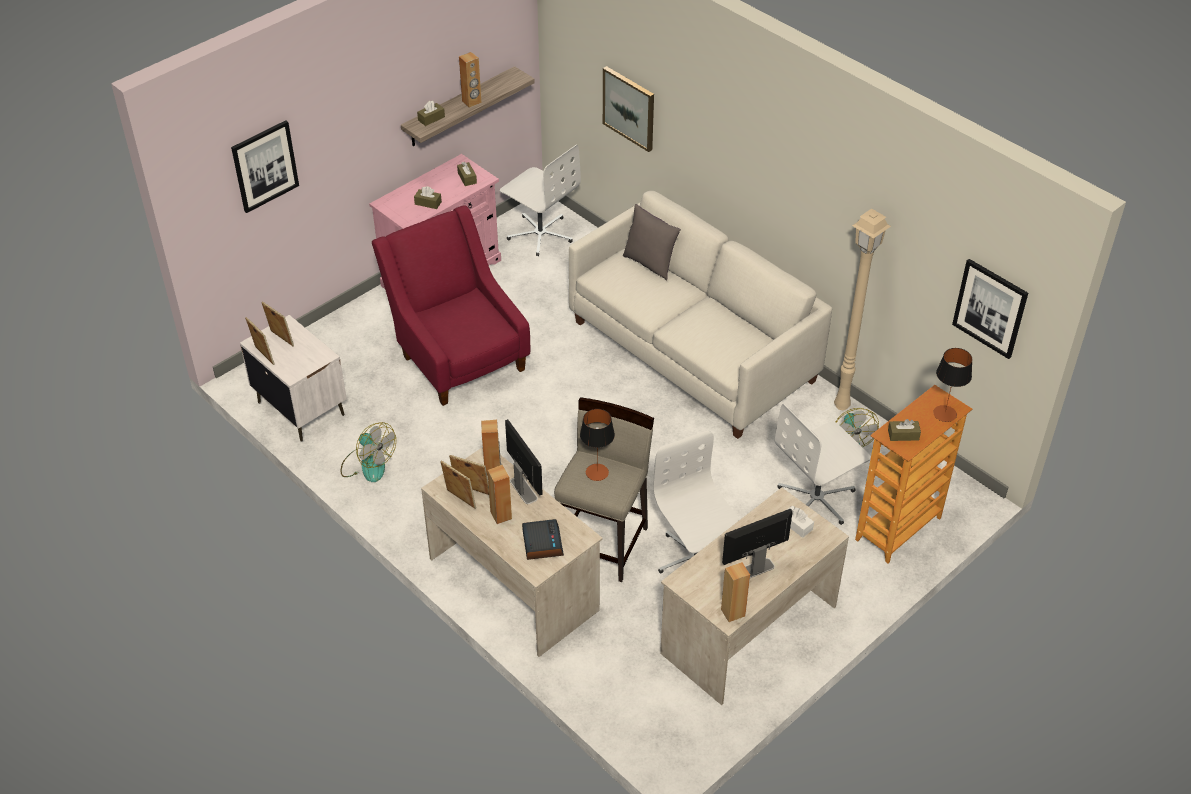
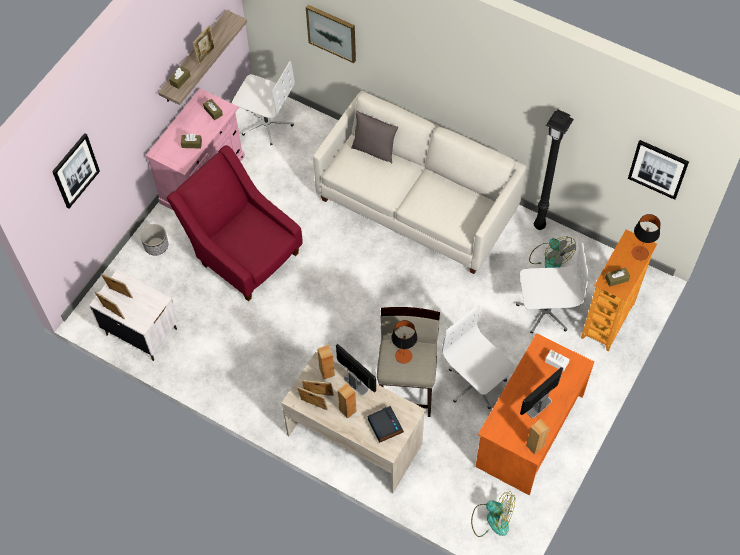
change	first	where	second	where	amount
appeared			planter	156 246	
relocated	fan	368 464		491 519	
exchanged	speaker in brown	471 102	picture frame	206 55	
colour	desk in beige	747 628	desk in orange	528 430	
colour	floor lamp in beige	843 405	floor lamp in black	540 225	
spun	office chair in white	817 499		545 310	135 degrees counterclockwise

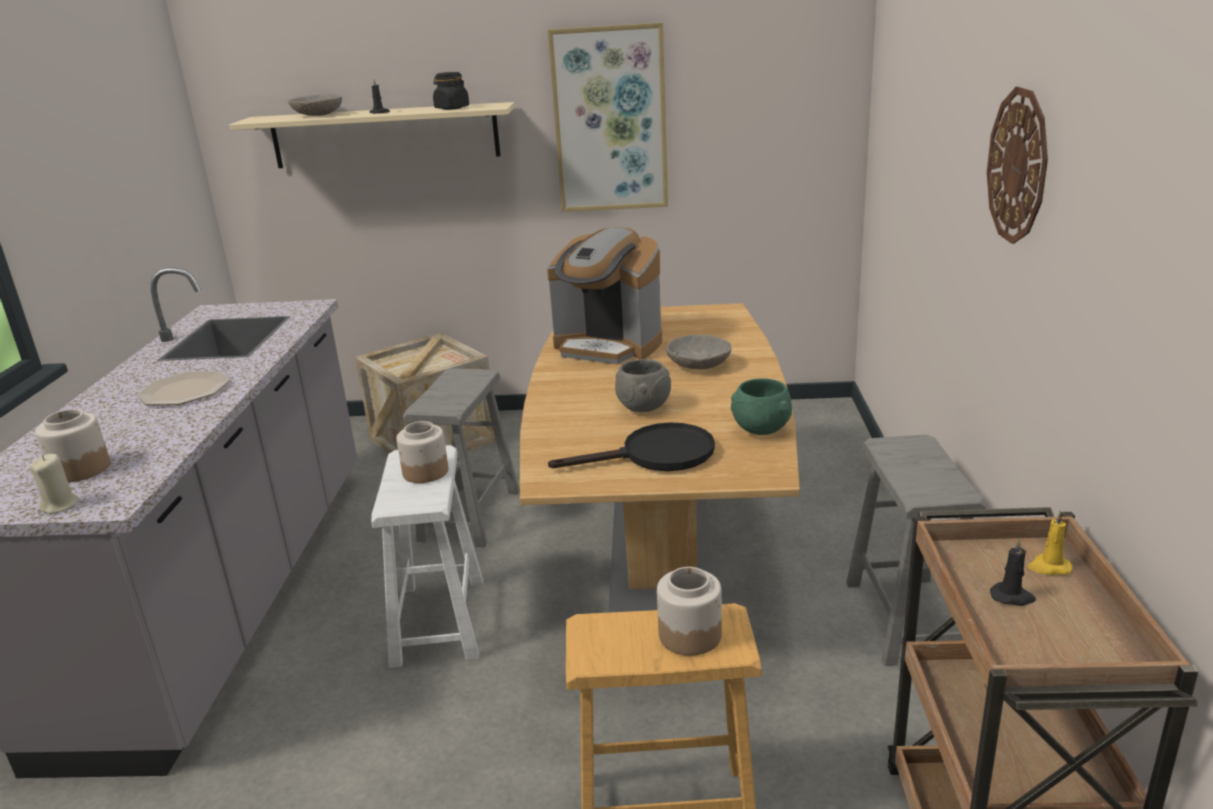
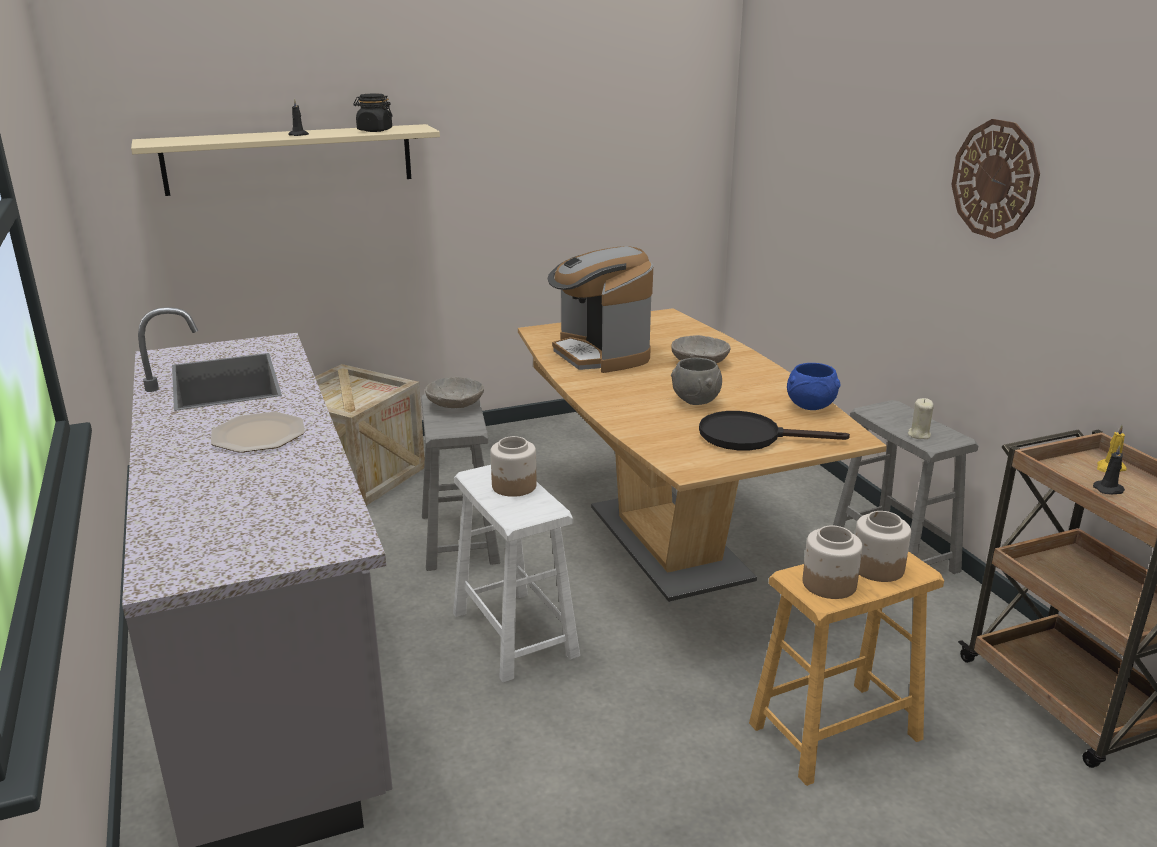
change	first	where	second	where	amount
missing	picture	610 120			
relocated	candle in beige	60 505		918 435	
relocated	jar	80 469		828 584	
relocated	bowl in grey	318 115		455 405	
colour	bowl in green	762 431	bowl in blue	811 408	
spun	coffee machine	608 346		600 354	60 degrees clockwise
spun	frying pan in black	655 455		751 436	135 degrees counterclockwise

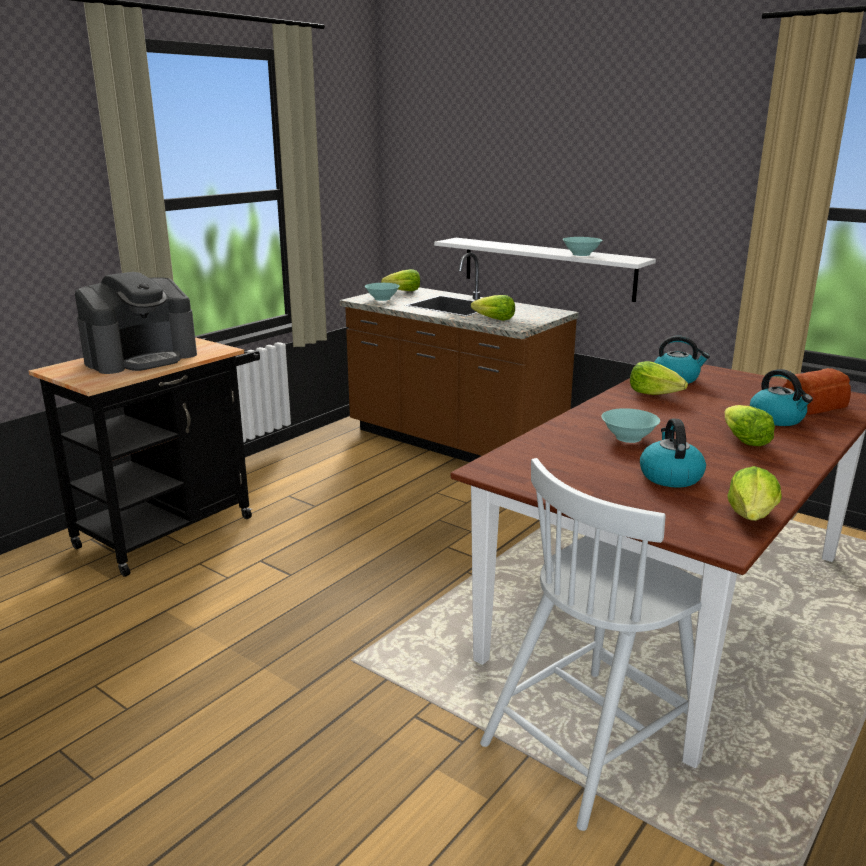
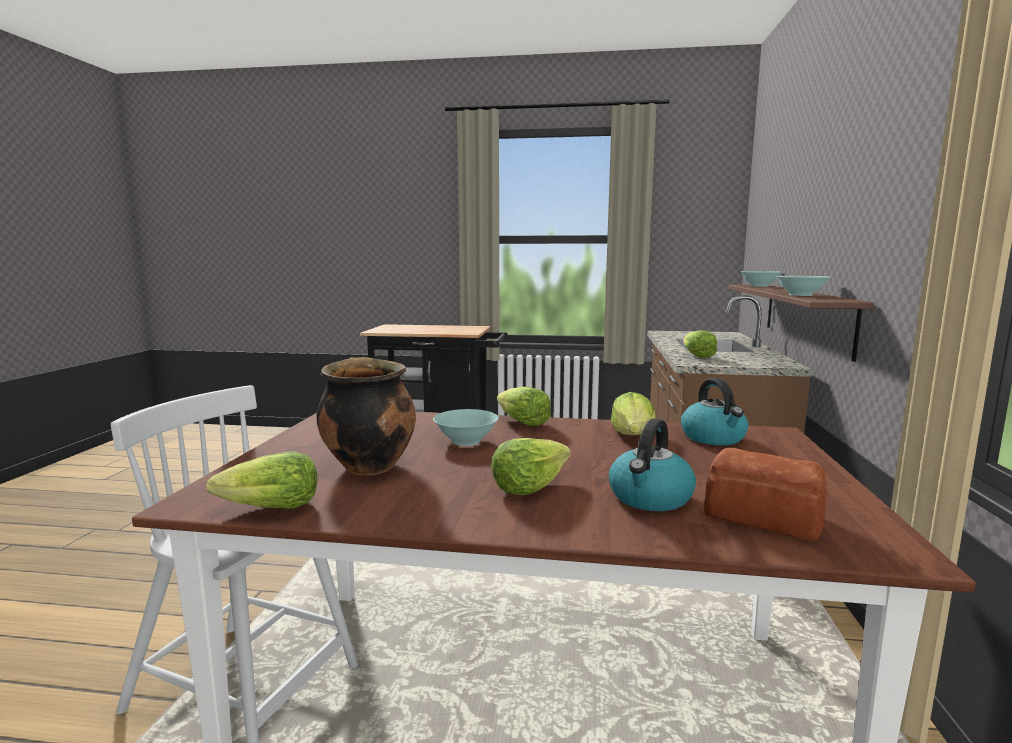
change	first	where	second	where	amount
missing	coffee machine	141 358			
relocated	bowl in turquoise	382 299		759 286	
relocated	lettuce	403 291		521 422	
exchanged	kettle	670 476	cooking pot	368 465	
colour	shelf in white	546 268	shelf in brown	806 316	

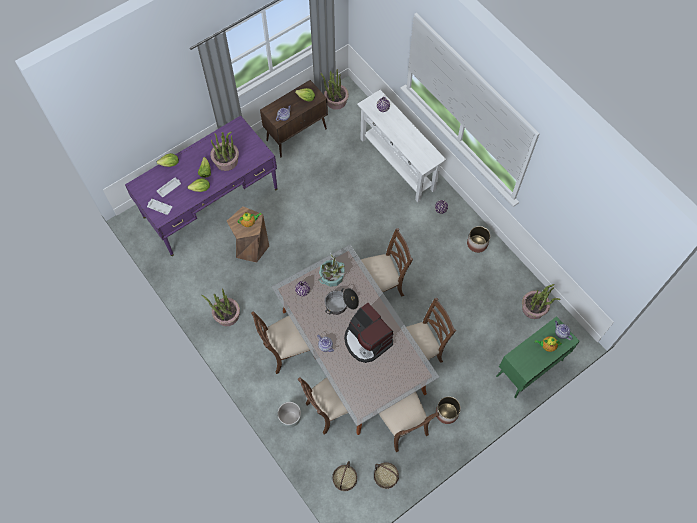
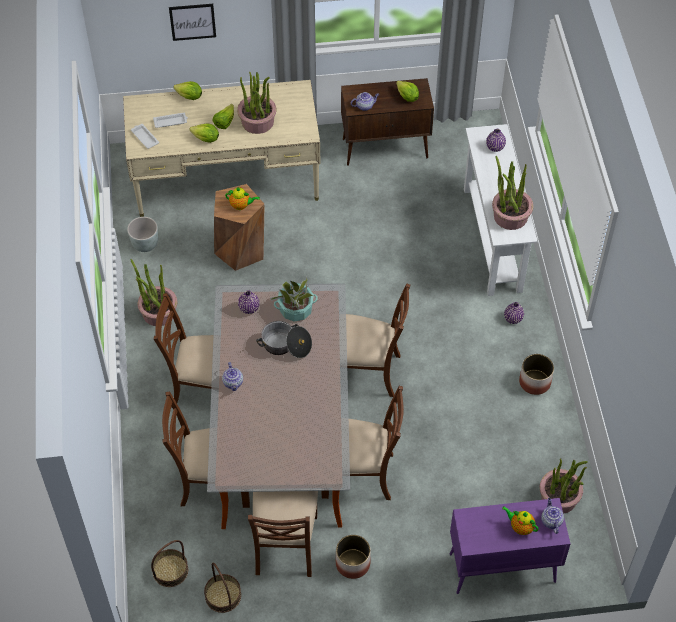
change	first	where	second	where	amount
missing	coffee machine	367 340			
appeared			picture	192 21	
relocated	planter in grey	290 418		145 244	
relocated	potted plant	336 101		510 216	
colour	desk in purple	210 203	desk in beige	226 179	
colour	cabinet in green	529 369	cabinet in purple	501 568	

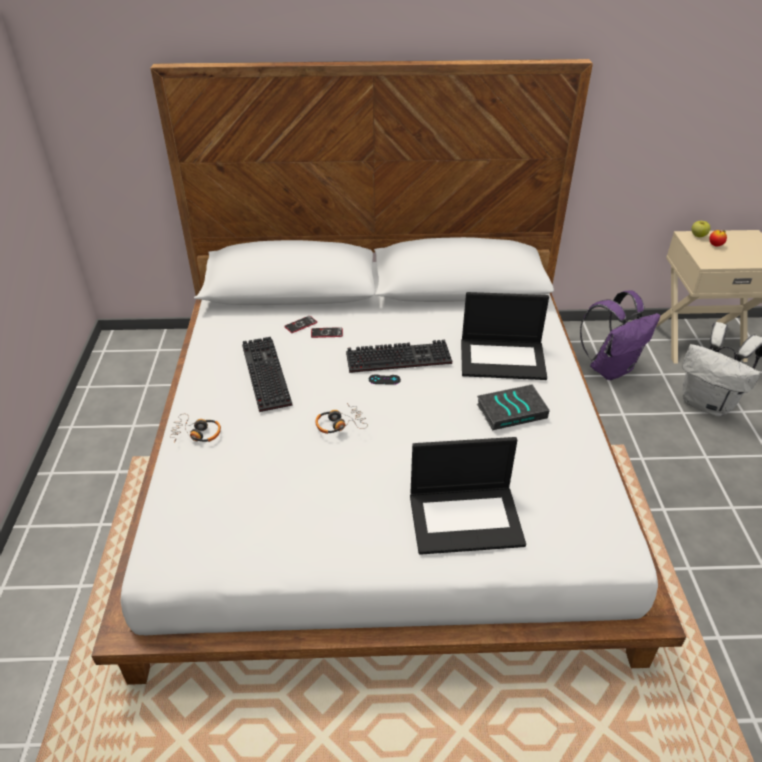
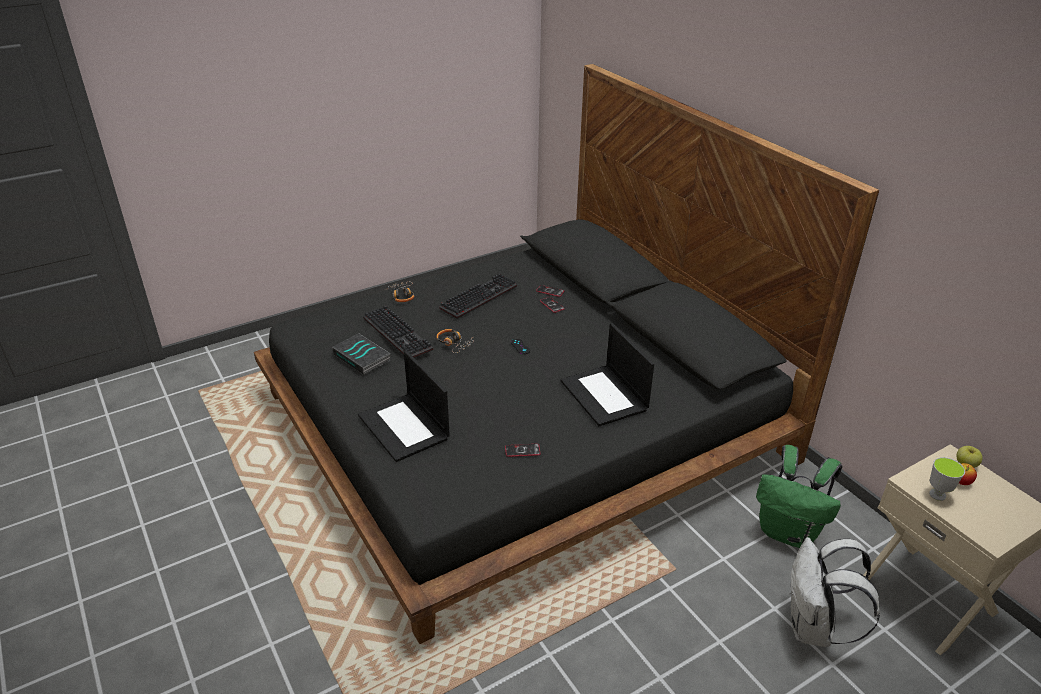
change	first	where	second	where	amount
appeared			phone	522 451	
appeared			cup	937 495	
relocated	keyboard	400 357		399 334	
relocated	book	512 410		363 357	
colour	bed in white	381 463	bed in black	520 425	
colour	backpack in purple	611 368	backpack in green	788 532	

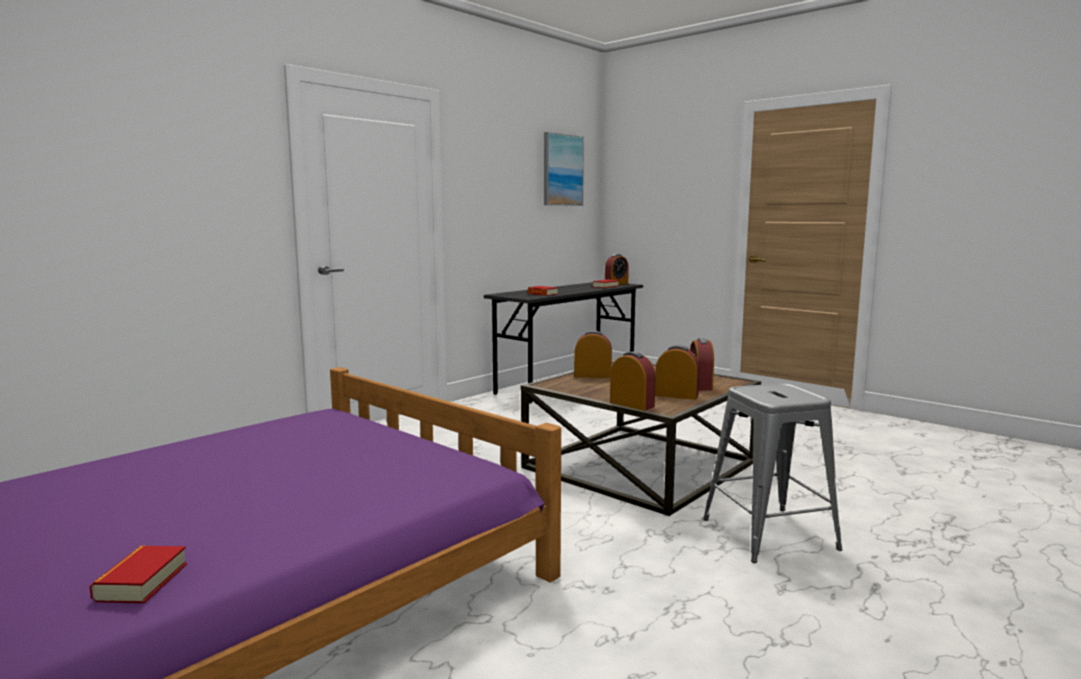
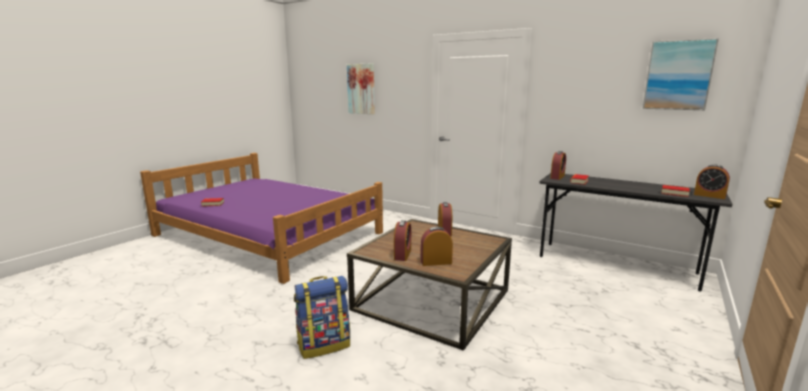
change	first	where	second	where	amount
appeared			picture	361 89	
relocated	alarm clock	632 404		557 177	
exchanged	stool in grey	769 534	backpack	324 344	

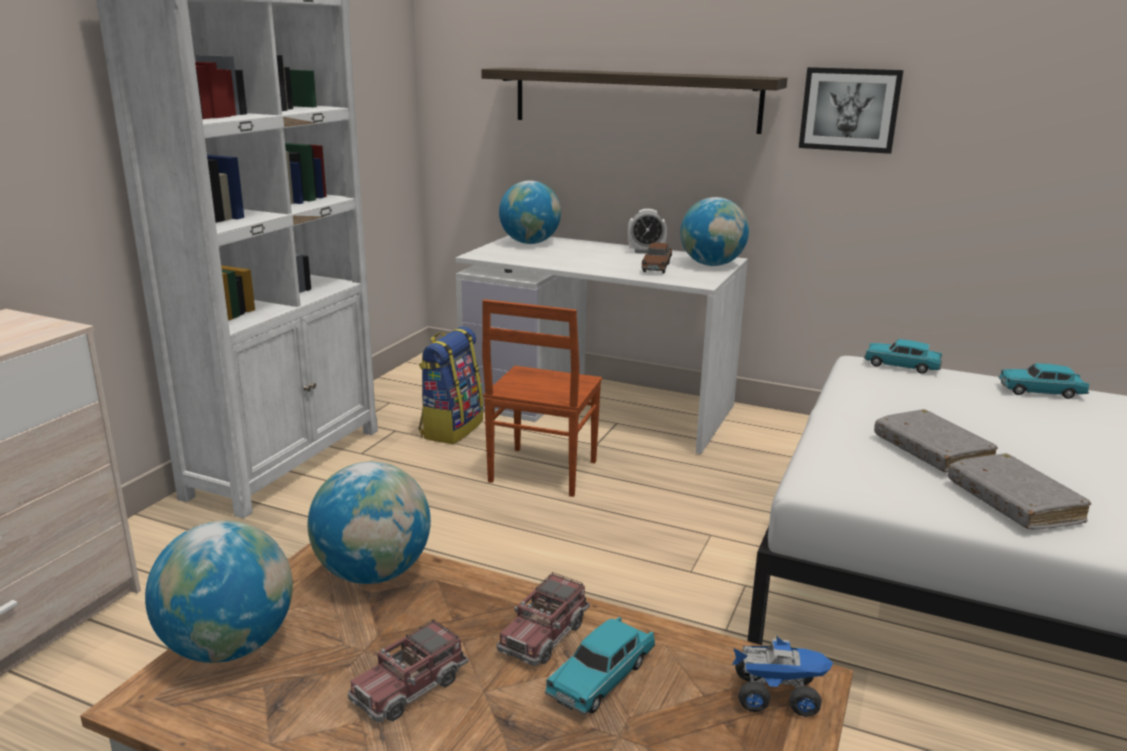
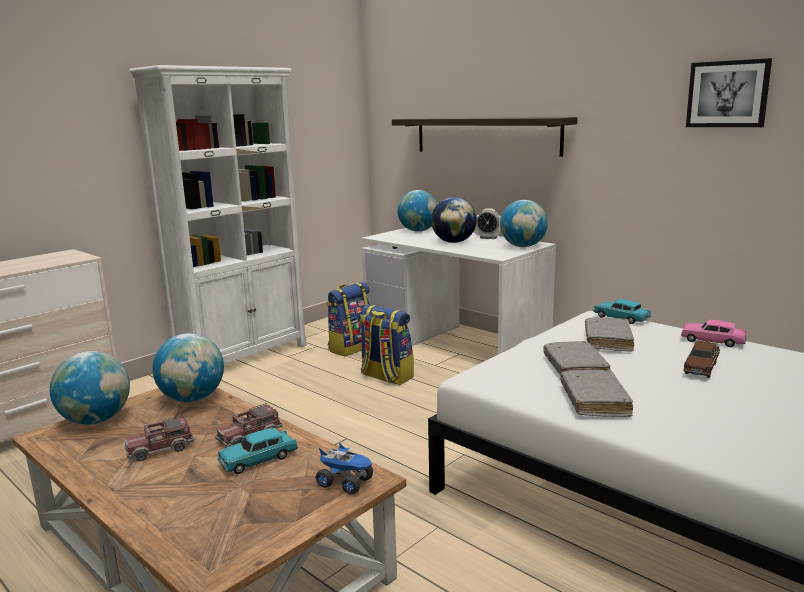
change	first	where	second	where	amount
appeared			globe	453 242	
appeared			book in grey	607 341	
relocated	toy car in brown	656 267		701 368	
relocated	picture	849 109		727 94	
exchanged	chair in brown	541 472	backpack	386 377	
colour	toy car in turquoise	1040 392	toy car in pink	712 341	

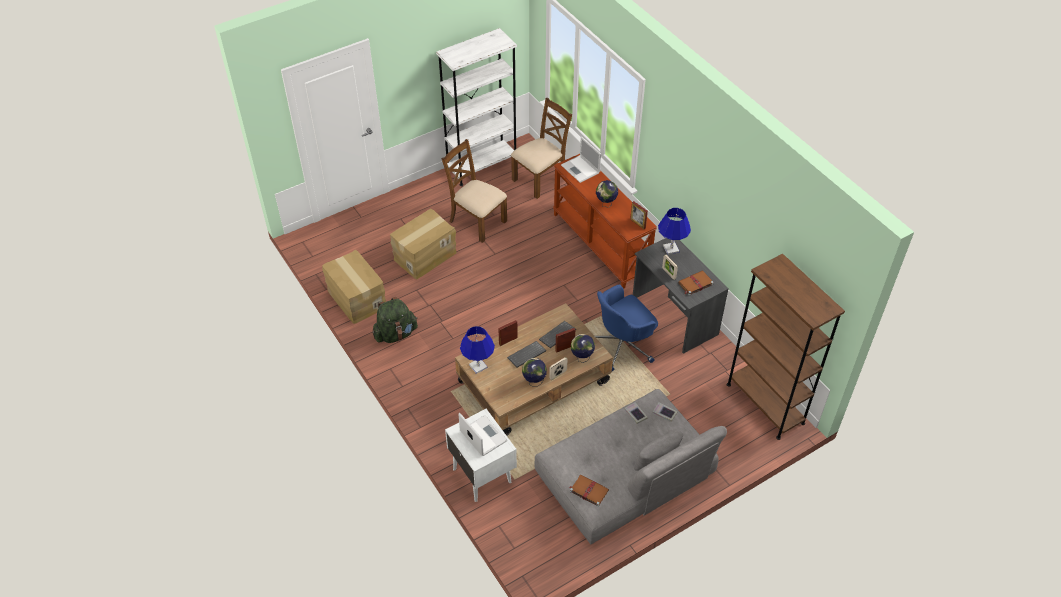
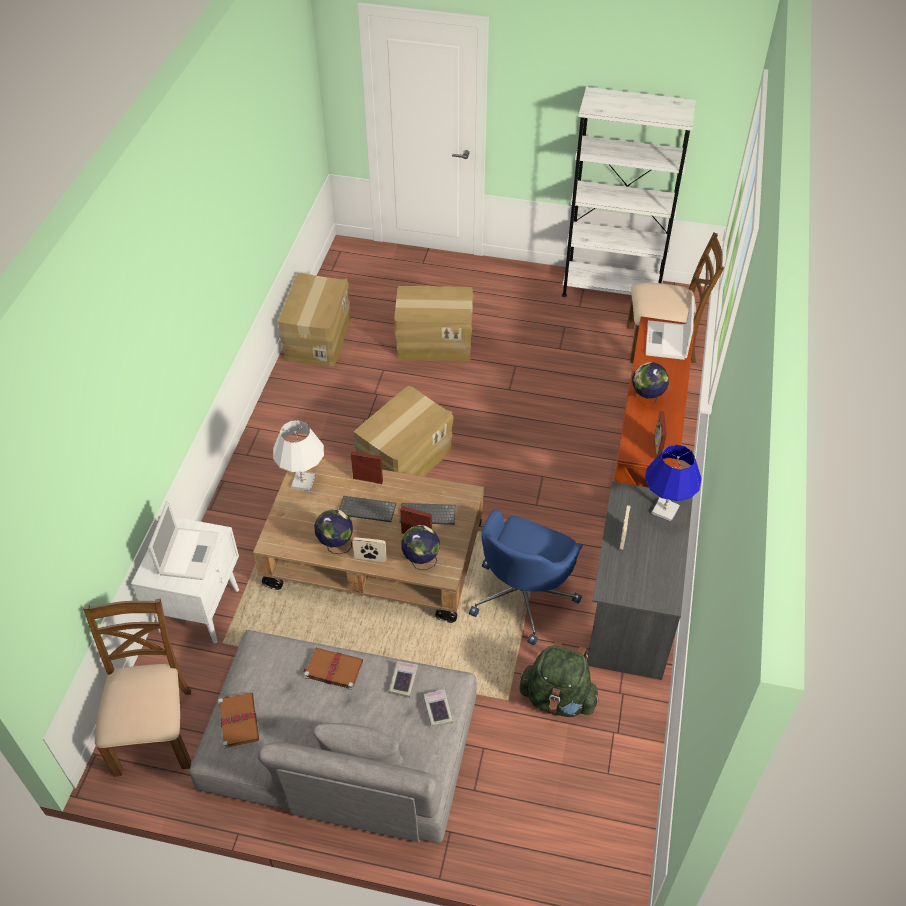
change	first	where	second	where	amount
missing	bookcase in brown	765 403			
appeared			cardboard box	404 458	
relocated	backpack in green	396 334		558 698	
relocated	chair in brown	477 221		155 730	
relocated	book in brown	695 284		333 669	
colour	table lamp in blue	478 366	table lamp in white	303 482	
spun	office chair in blue	622 345		523 596	75 degrees counterclockwise

